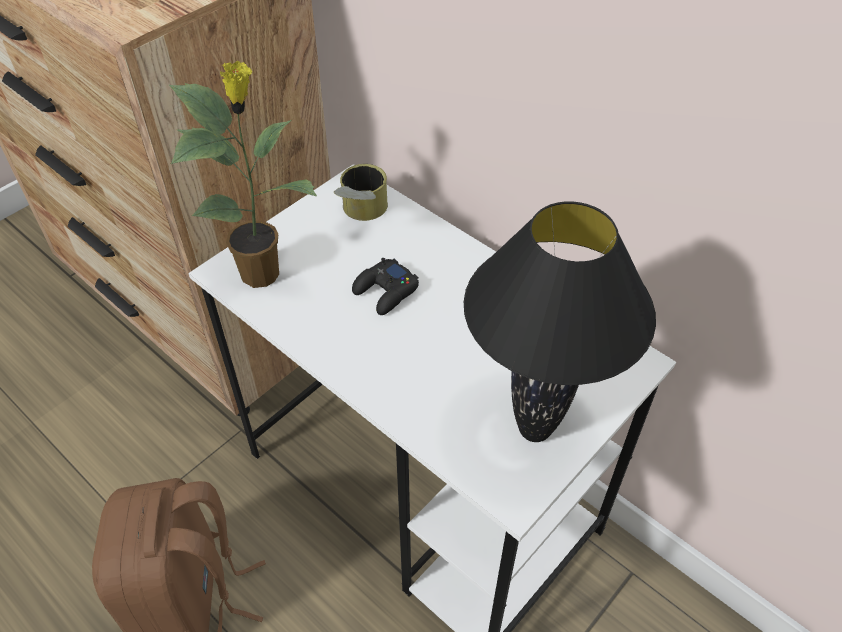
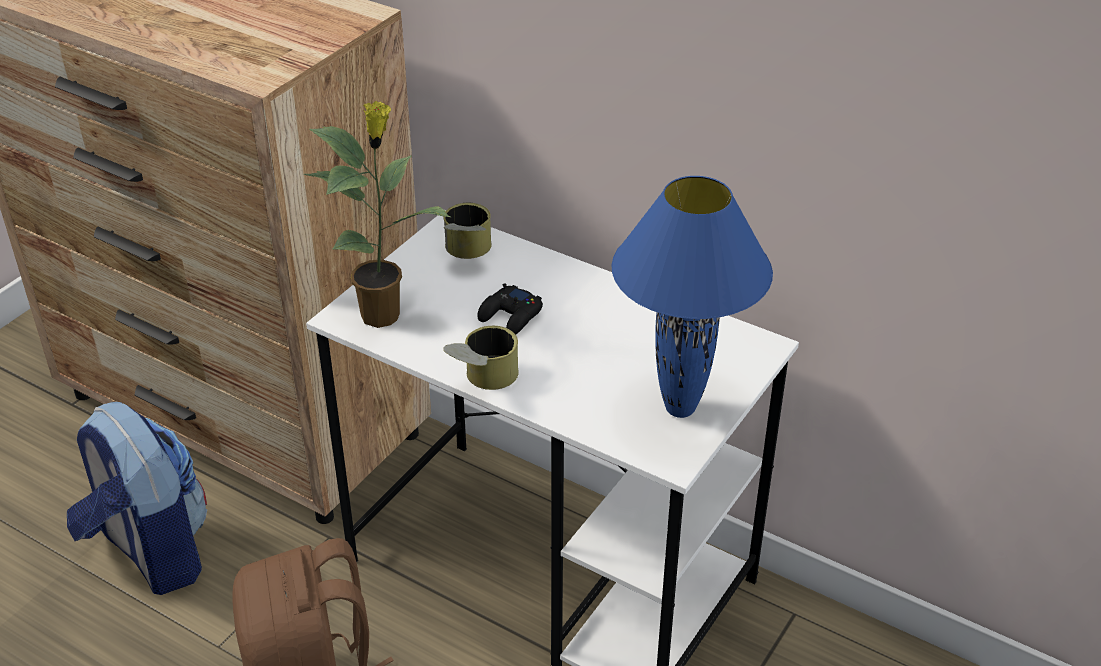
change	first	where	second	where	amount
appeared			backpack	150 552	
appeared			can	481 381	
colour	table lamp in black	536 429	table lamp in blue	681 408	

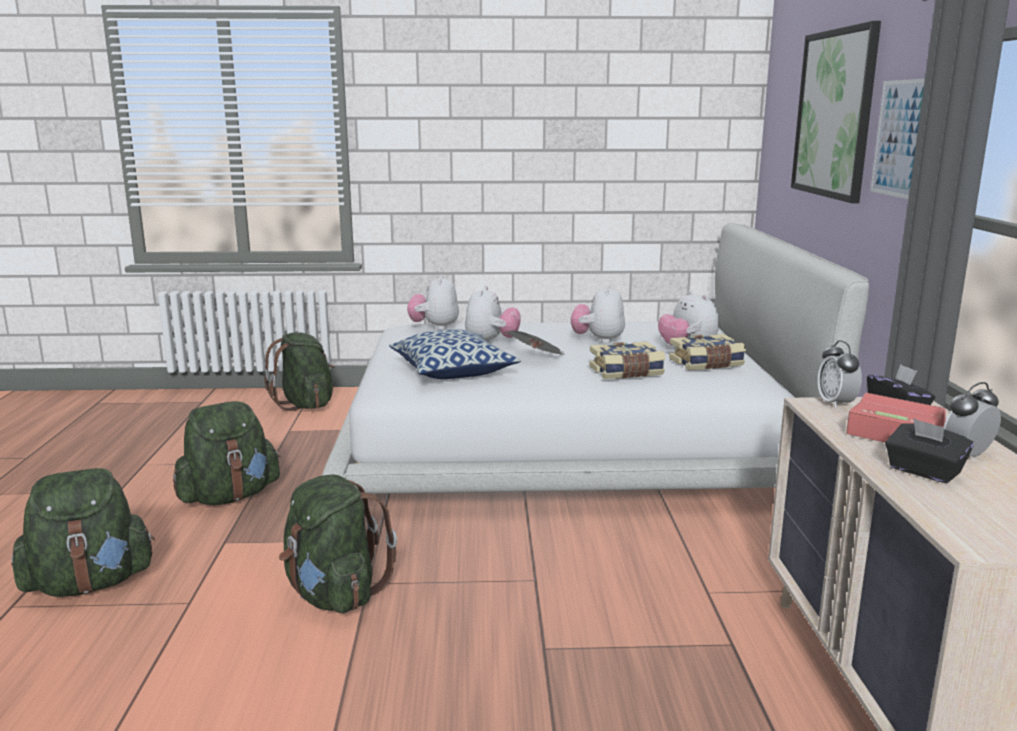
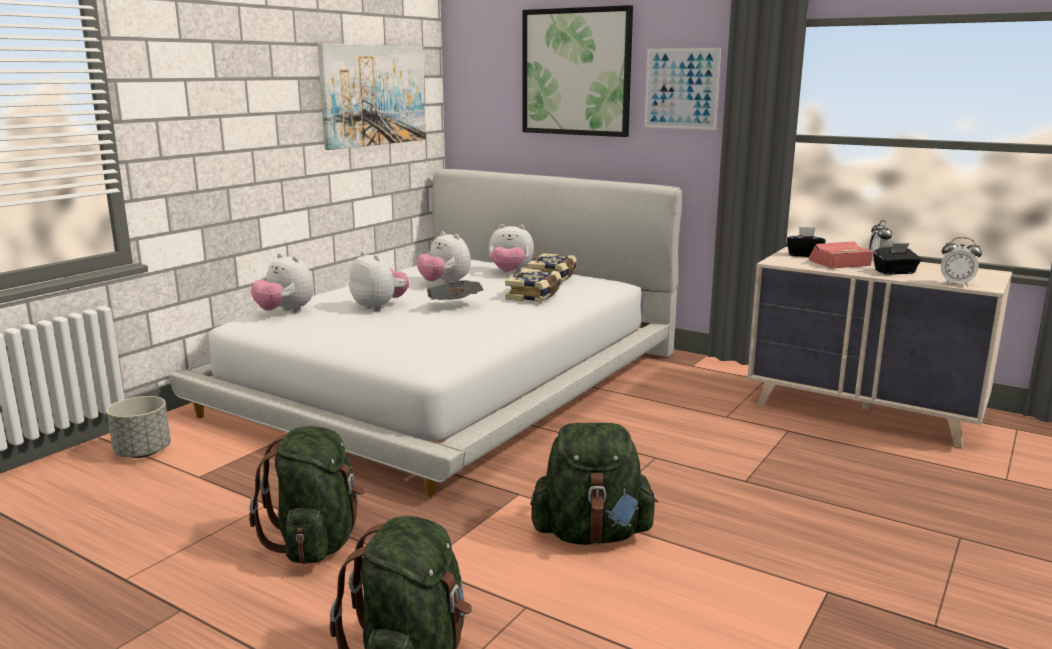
change	first	where	second	where	amount
missing	pillow	453 371			
appeared			picture	373 95	
relocated	alarm clock	836 403		956 284	
exchanged	backpack in green	305 405	planter in grey	142 453	

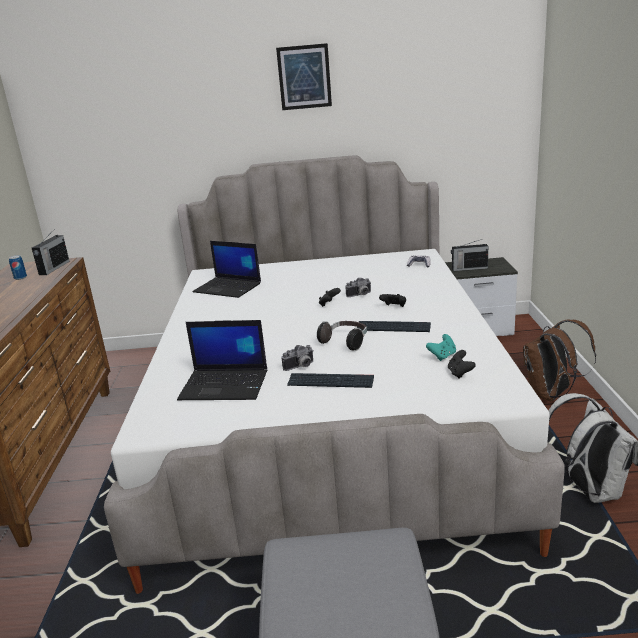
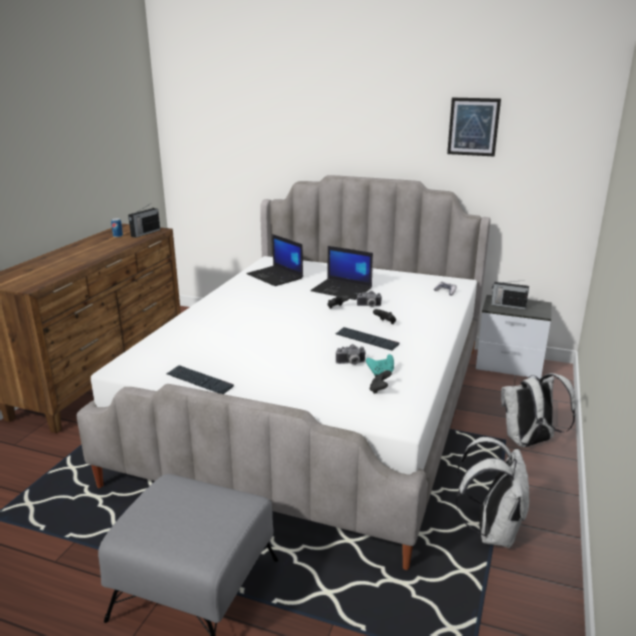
change	first	where	second	where	amount
missing	headphones	345 342			
relocated	laptop	225 385		342 290	
relocated	picture	304 77		473 127	
relocated	photo camera	300 367		351 363	
relocated	keyboard	330 382		199 381	
colour	backpack in brown	551 395	backpack in white	529 442	

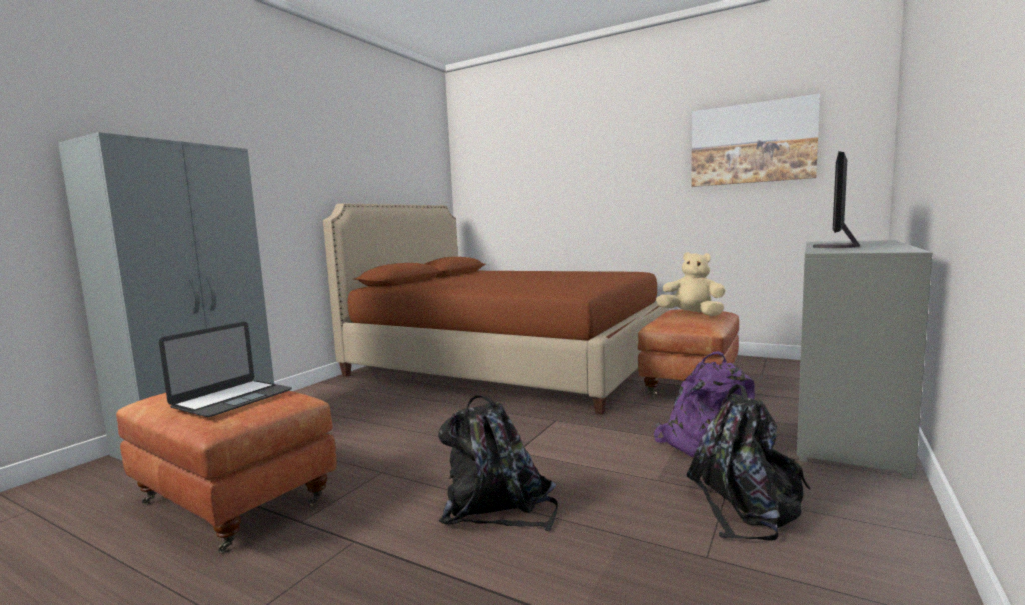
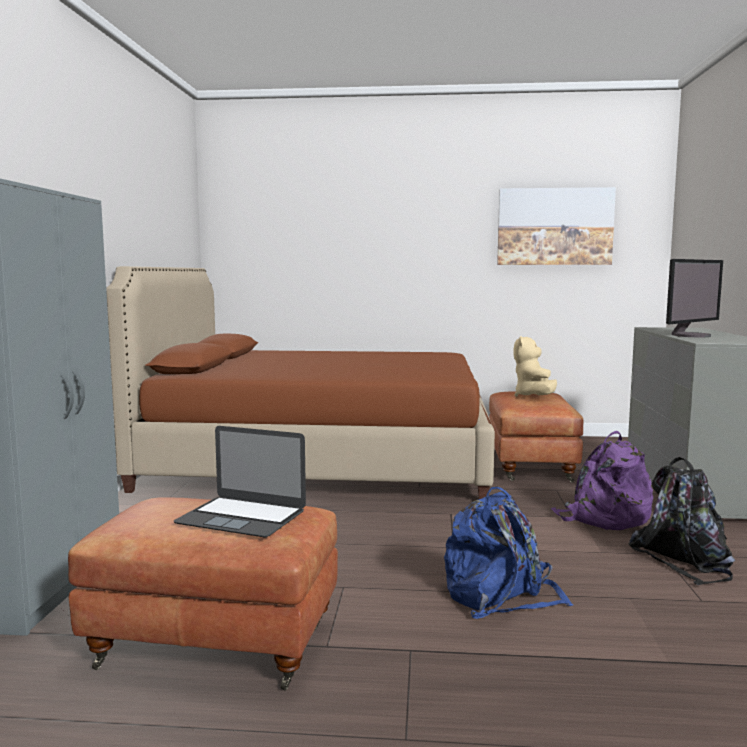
change	first	where	second	where	amount
colour	backpack in black	497 506	backpack in blue	500 596	
spun	laptop	232 398		241 517	105 degrees clockwise
spun	plush toy in beige	692 314		534 397	90 degrees counterclockwise
spun	monitor	836 247		691 335	135 degrees counterclockwise

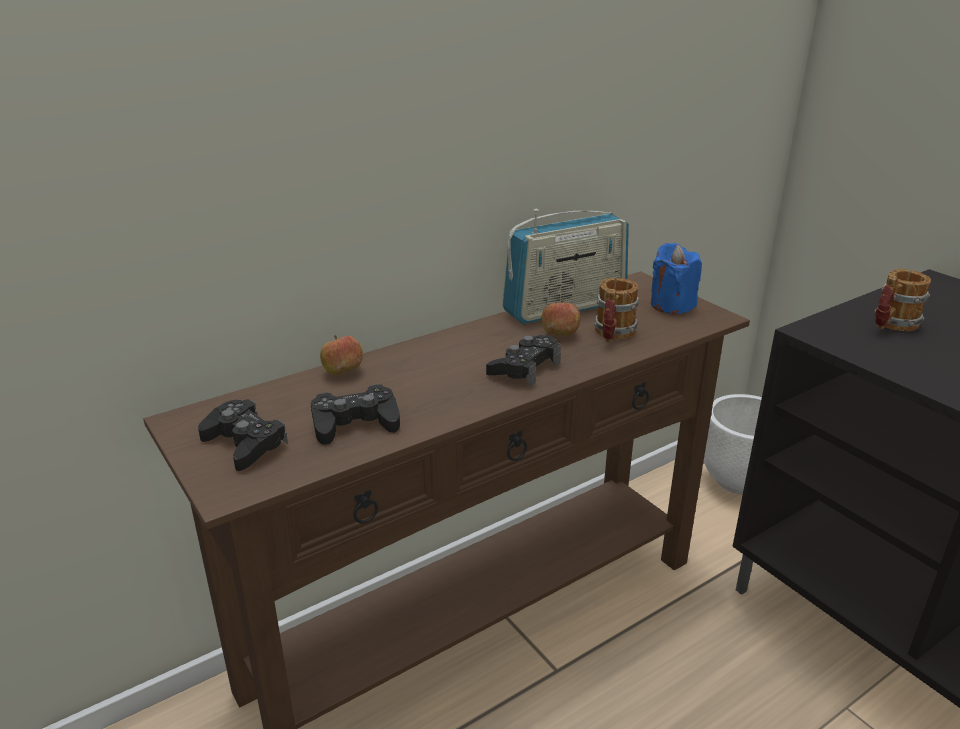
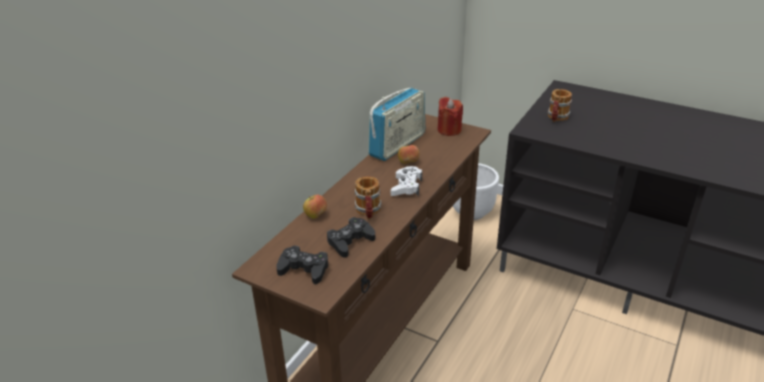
change	first	where	second	where	amount
relocated	mug	612 334		368 212	
colour	game controller in black	524 368	game controller in white	406 187	
colour	candle in blue	672 305	candle in red	449 130	

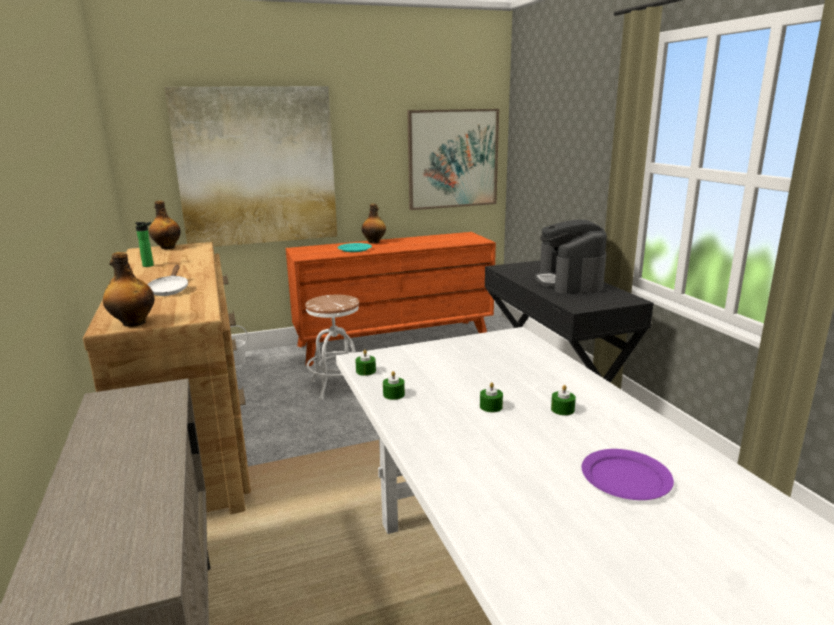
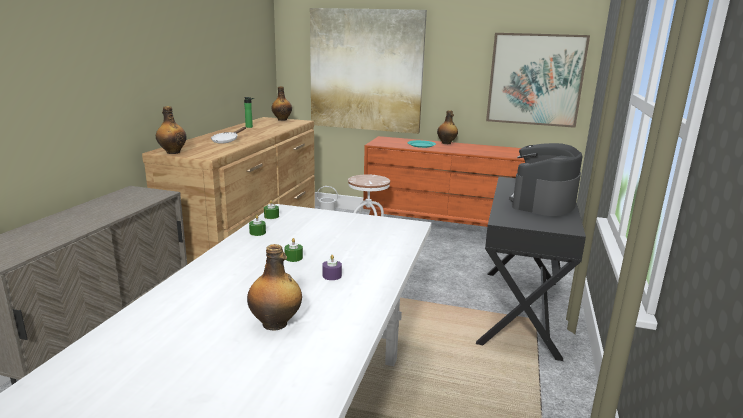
change	first	where	second	where	amount
exchanged	plate in purple	626 478	bottle	276 324	
colour	candle in green	562 409	candle in purple	332 275	

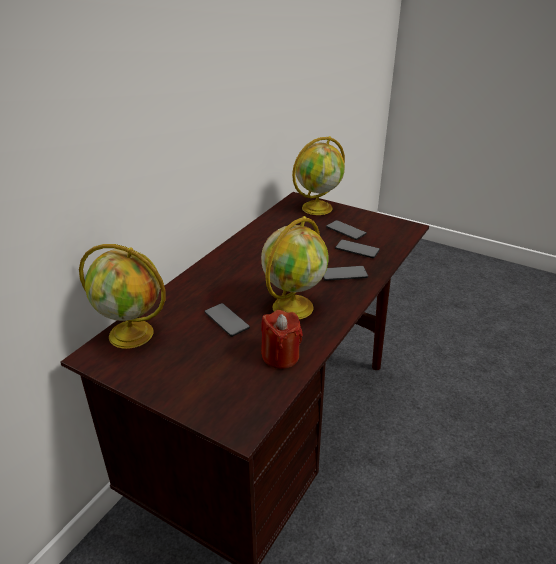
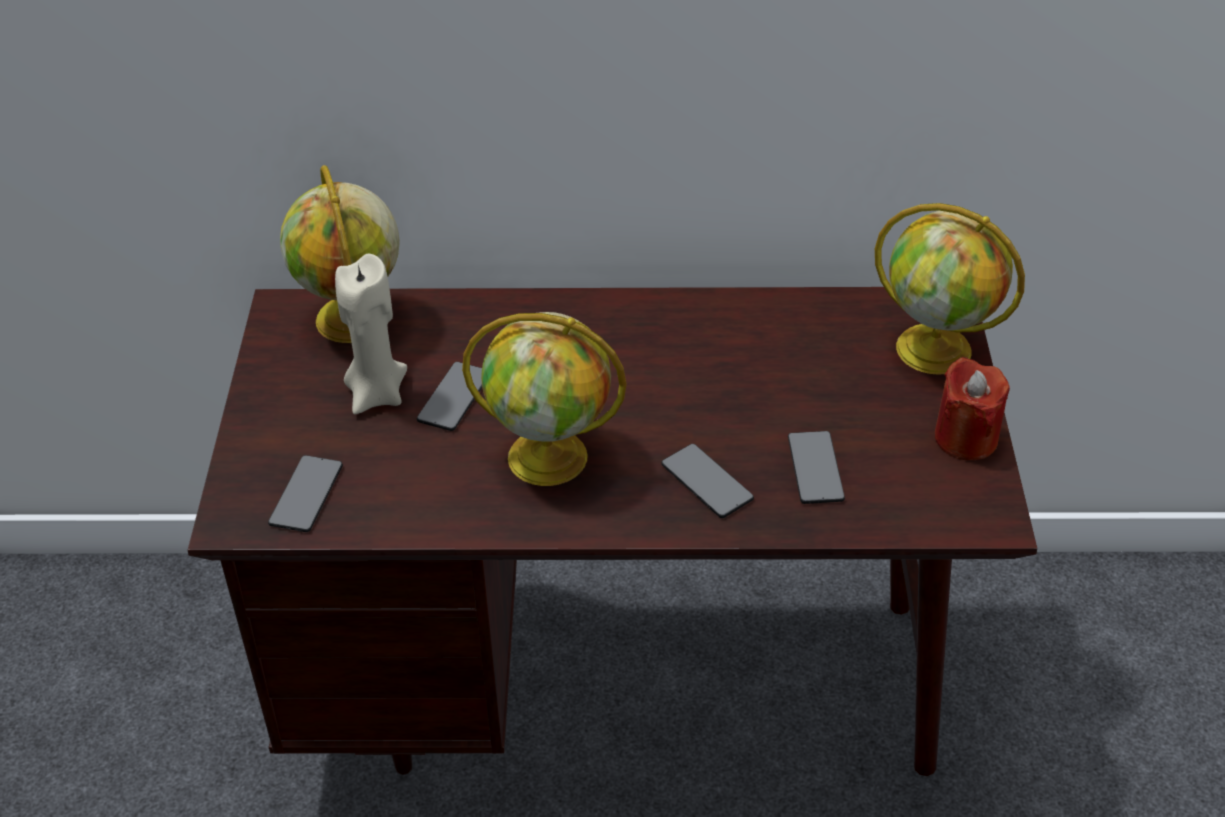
change	first	where	second	where	amount
appeared			candle in beige	376 394	
relocated	candle in red	280 356		965 438	
relocated	phone	346 231		306 495	

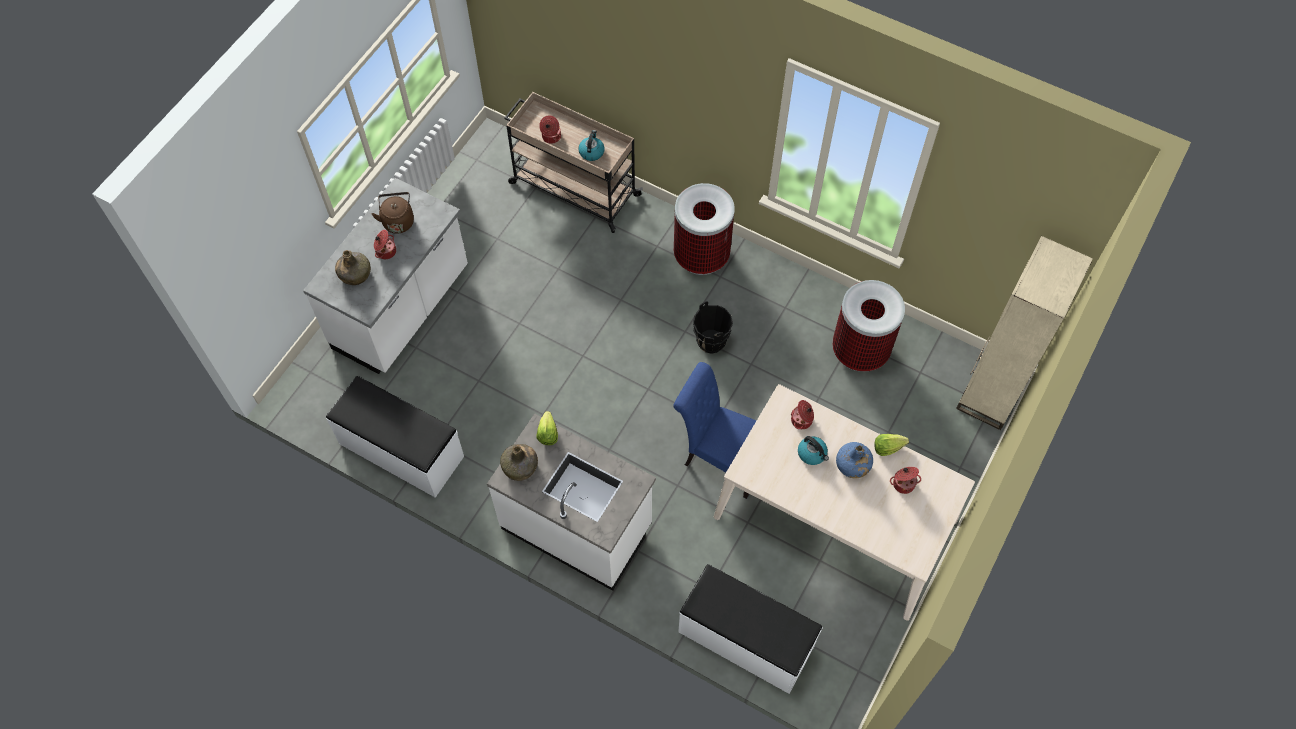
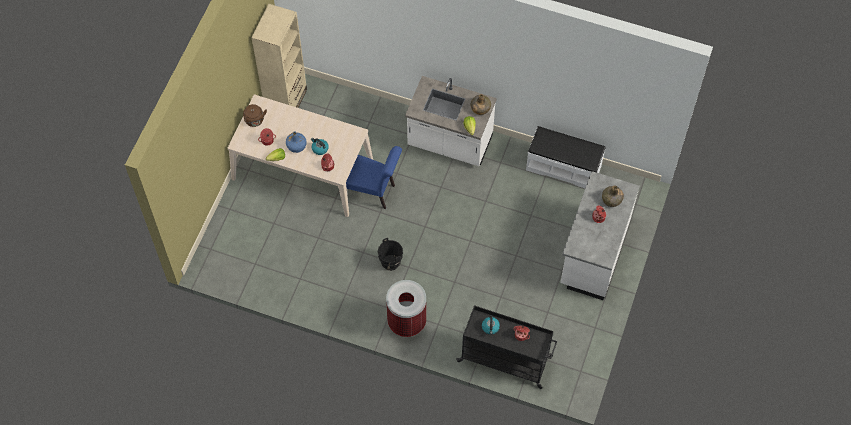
change	first	where	second	where	amount
missing	bench in white	745 640			
missing	trash can	860 351			
relocated	kettle in brown	398 220		255 121	
relocated	bookcase in beige	991 392		286 101	
colour	cart in beige	573 188	cart in black	506 359	

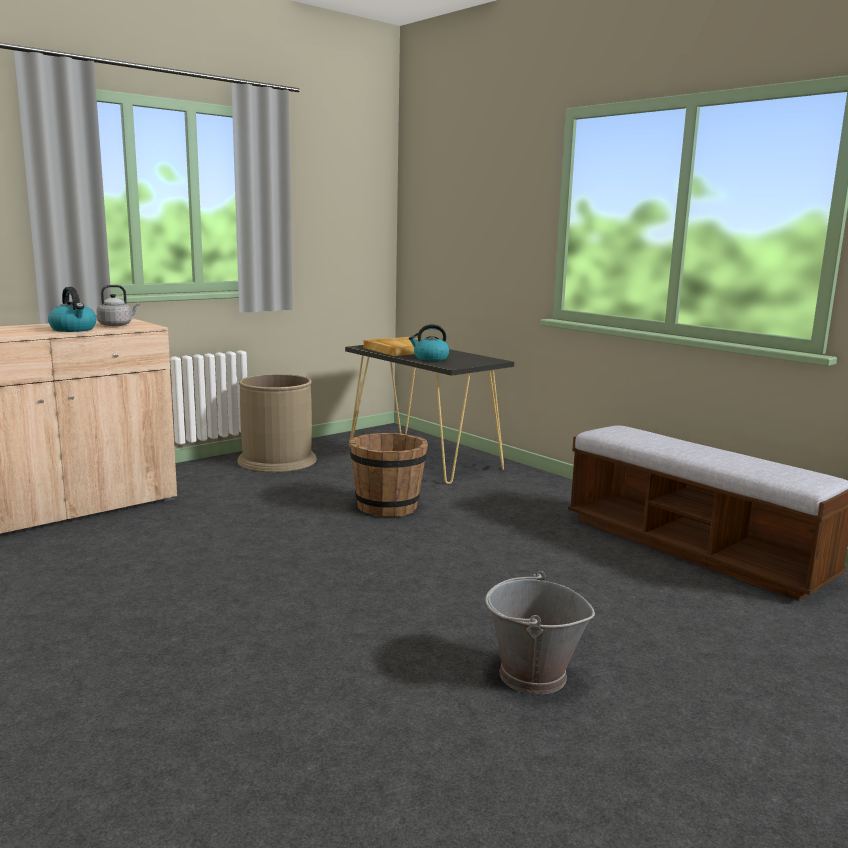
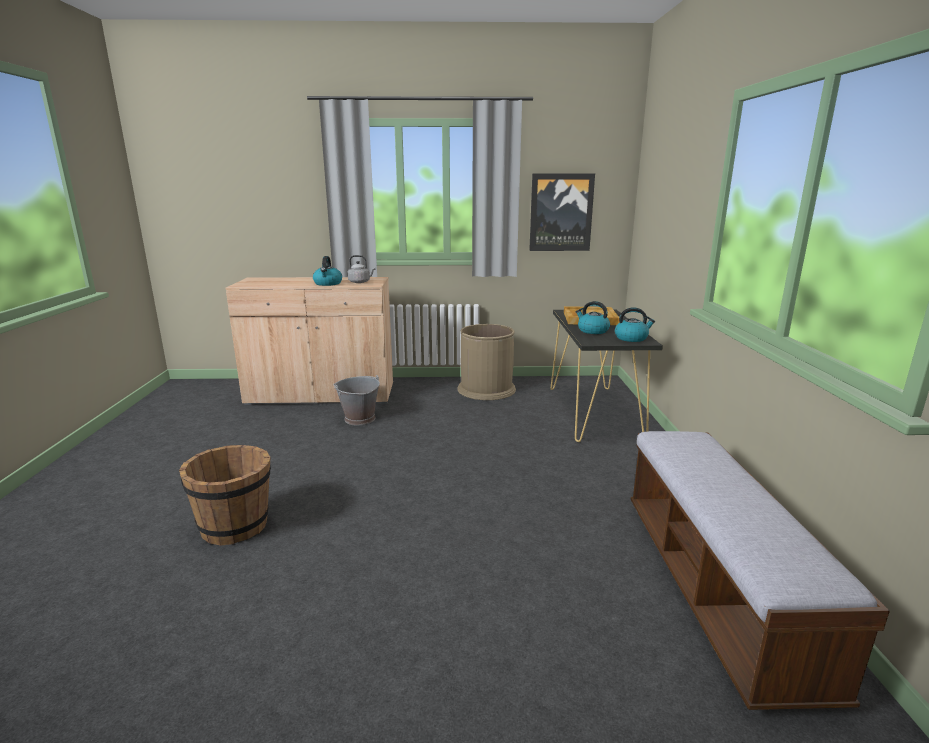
change	first	where	second	where	amount
appeared			picture	561 212	
appeared			kettle	631 338	
relocated	bucket in brown	387 507		235 526	
relocated	bucket in grey	532 676		359 419	

